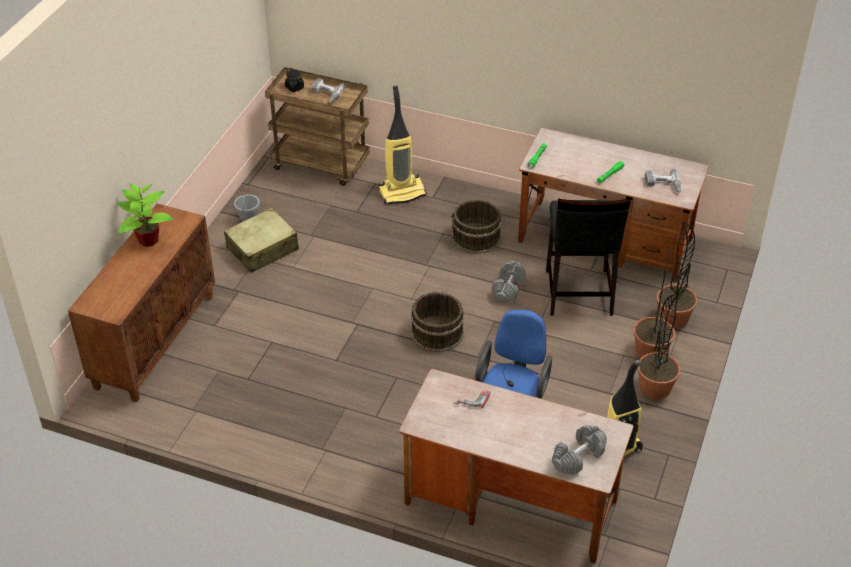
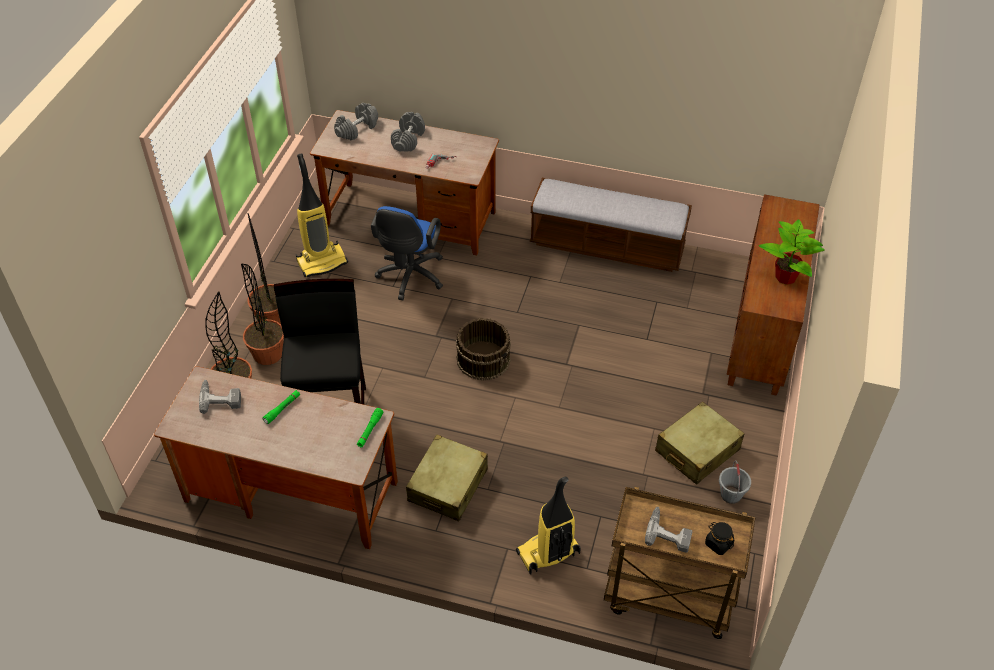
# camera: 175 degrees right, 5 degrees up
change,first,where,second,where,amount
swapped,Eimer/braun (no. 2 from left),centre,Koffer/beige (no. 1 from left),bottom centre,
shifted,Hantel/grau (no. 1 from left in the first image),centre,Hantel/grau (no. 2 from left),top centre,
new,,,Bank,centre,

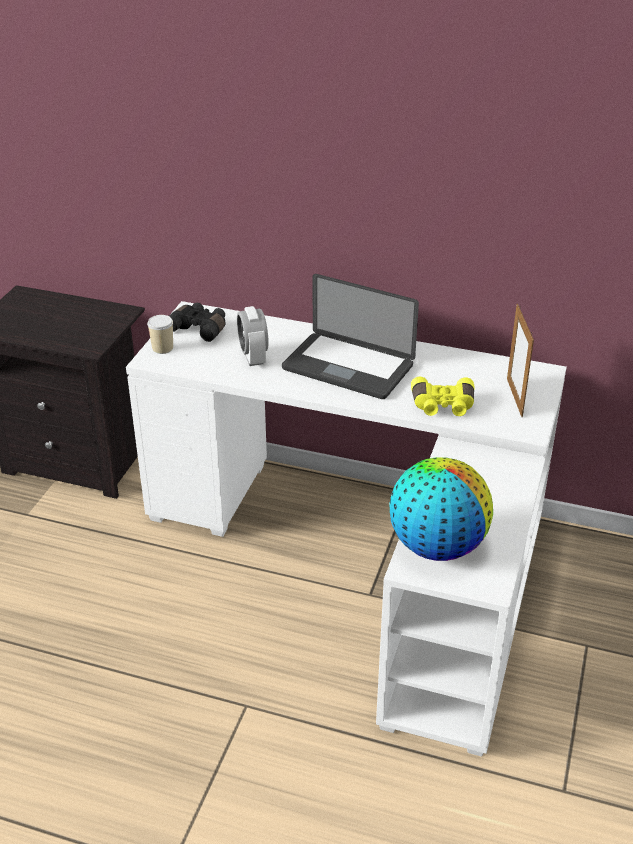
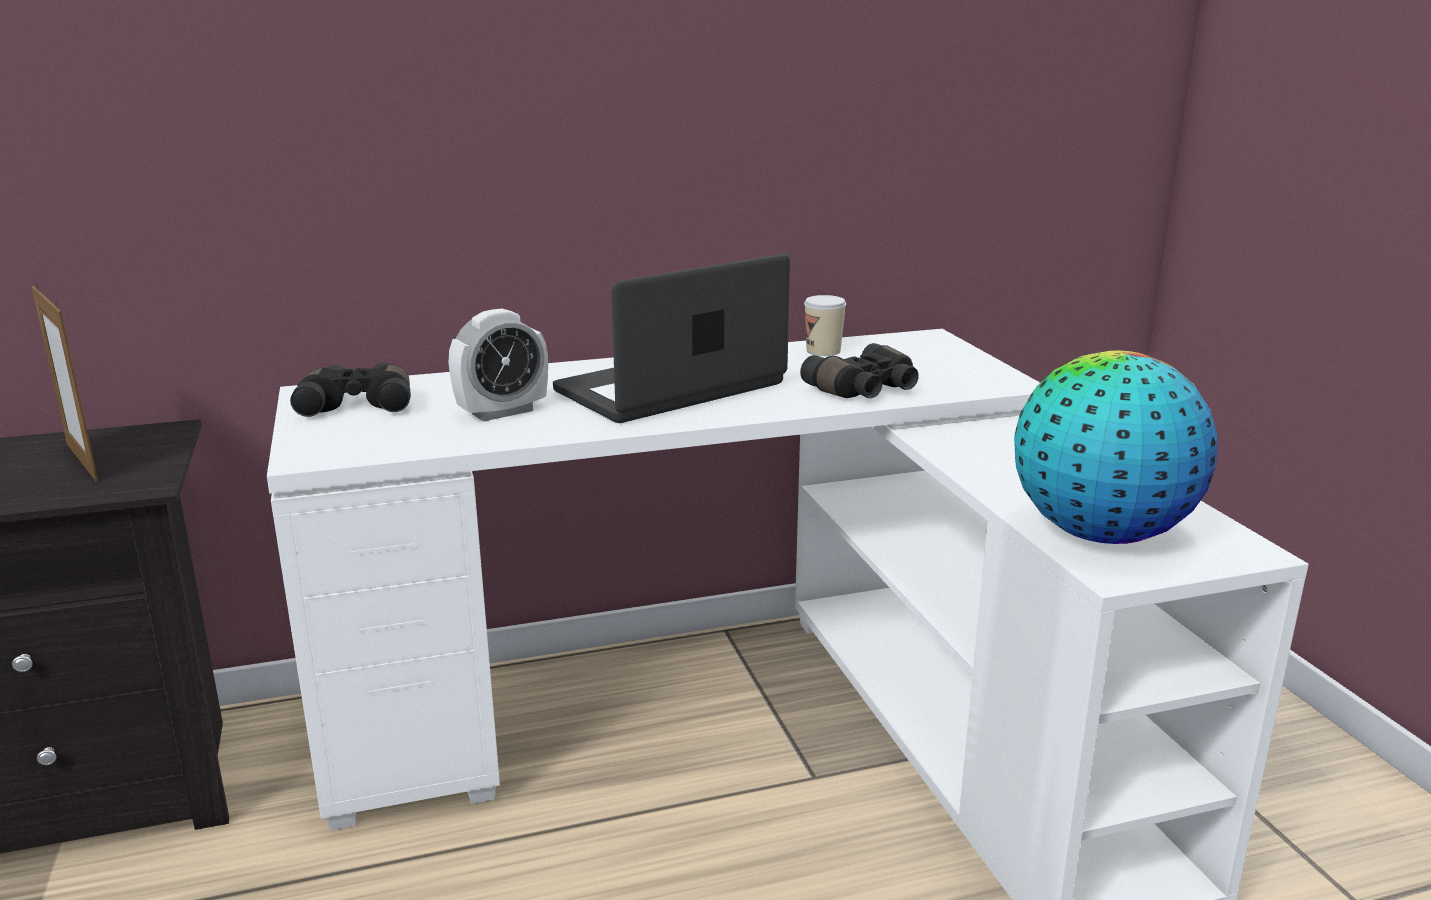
# camera: 35 degrees left, 15 degrees down
change,first,where,second,where,amount
shifted,Tasse,middle left,,centre,
rotated,Wecker,centre,,centre,75 degrees counterclockwise
rotated,Laptop,centre,,centre,150 degrees clockwise
repainted,Fernglas/gelb,middle right,Fernglas/schwarz (no. 2 from left),centre,
shifted,Bilderrahmen,middle right,,middle left,

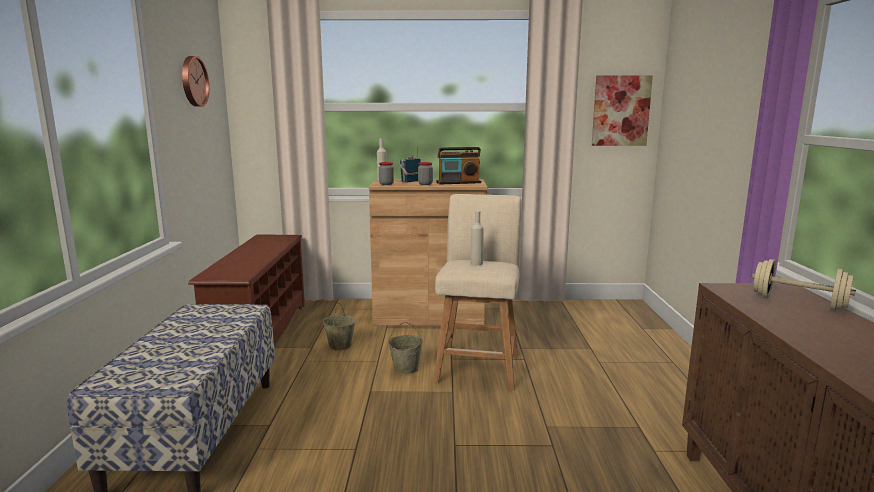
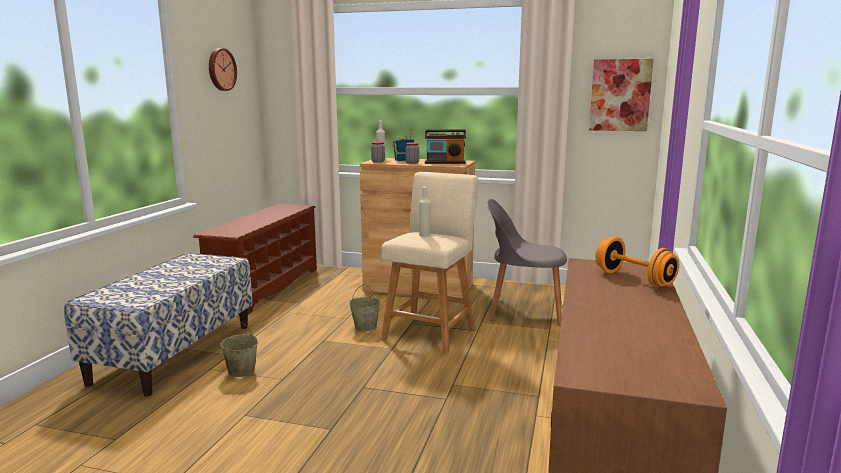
# camera: 15 degrees right, 0 degrees up
change,first,where,second,where,amount
shifted,Eimer/beige (no. 1 from left),centre,,bottom left,
repainted,Hantel/beige,middle right,Hantel/orange,middle right,
new,,,Stuhl/grau,centre,

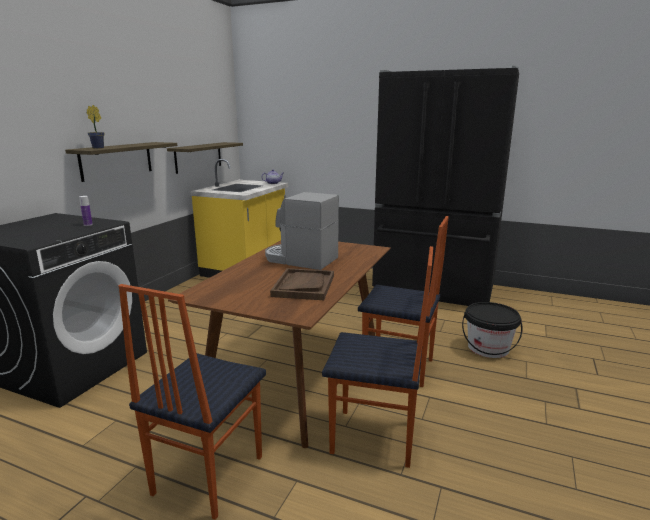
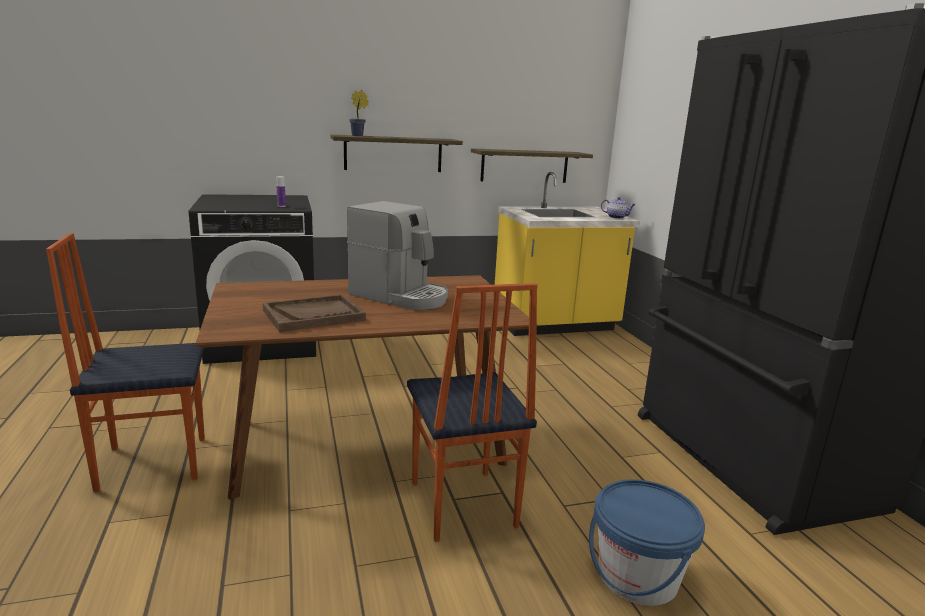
# camera: 50 degrees right, 0 degrees up
change,first,where,second,where,amount
rotated,Kaffeemaschine,centre,,centre,135 degrees clockwise
gone,Stuhl (no. 2 from left),bottom centre,,,
repainted,Eimer/schwarz,middle right,Eimer/blau,bottom right,

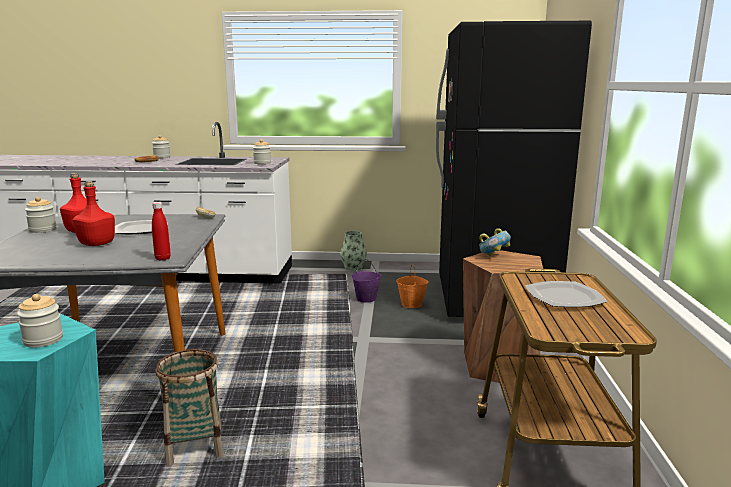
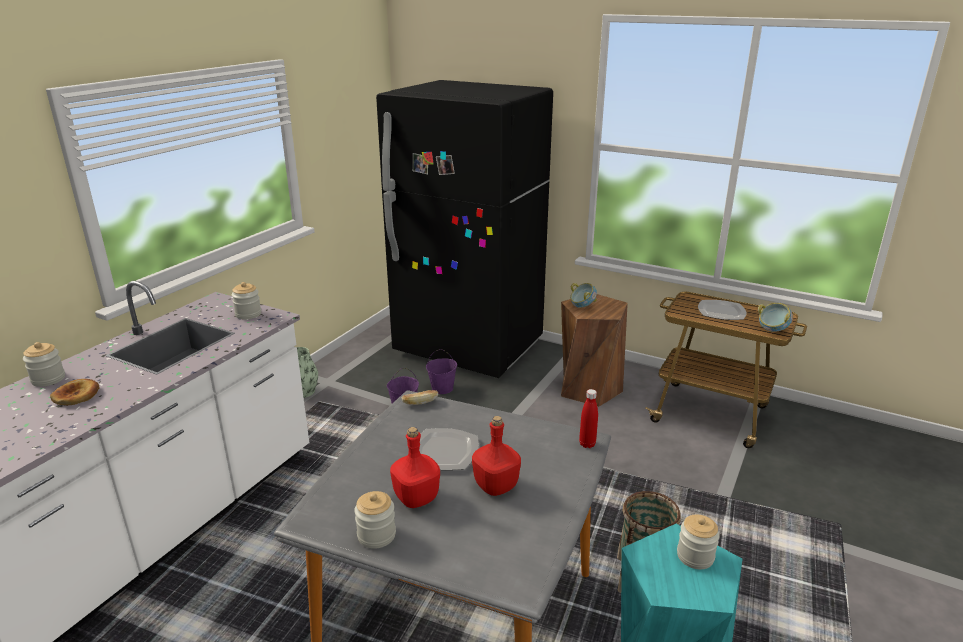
# camera: 65 degrees left, 10 degrees up
change,first,where,second,where,amount
repainted,Eimer/orange,centre,Eimer/lila (no. 2 from left),centre,
new,,,Schüssel (no. 2 from left),middle right,

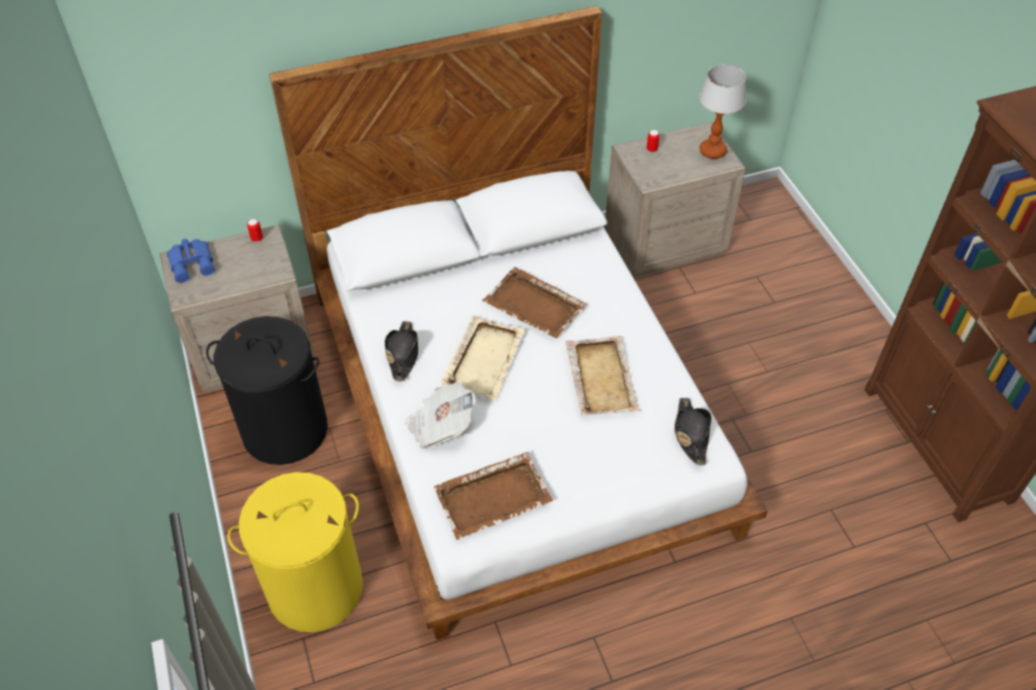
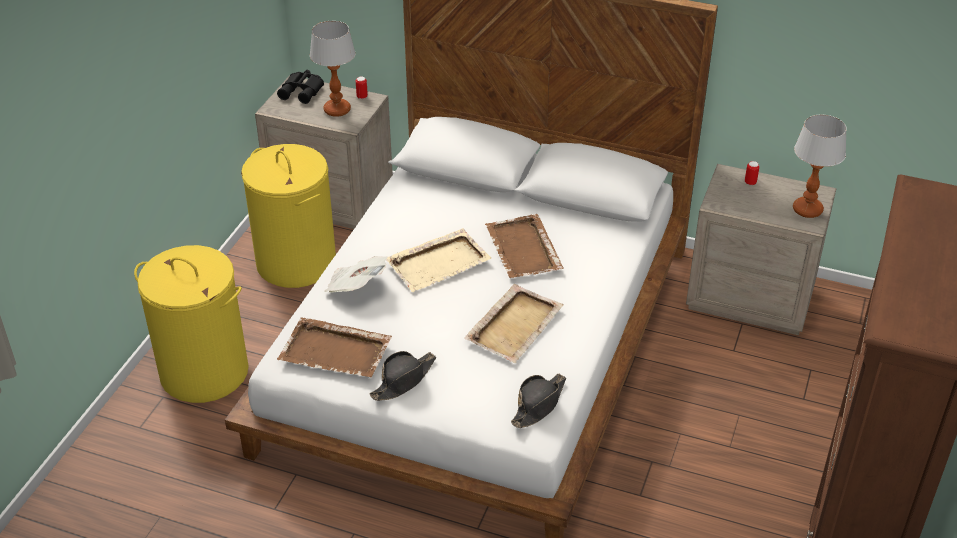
# camera: 40 degrees right, 10 degrees down
change,first,where,second,where,amount
repainted,Fernglas/blau,middle left,Fernglas/schwarz,top left,
repainted,Wäschekorb/schwarz,middle left,Wäschekorb/gelb (no. 2 from left),middle left,
shifted,Hut/schwarz (no. 1 from left),centre,,bottom centre,
new,,,Tischlampe (no. 1 from left),top centre,

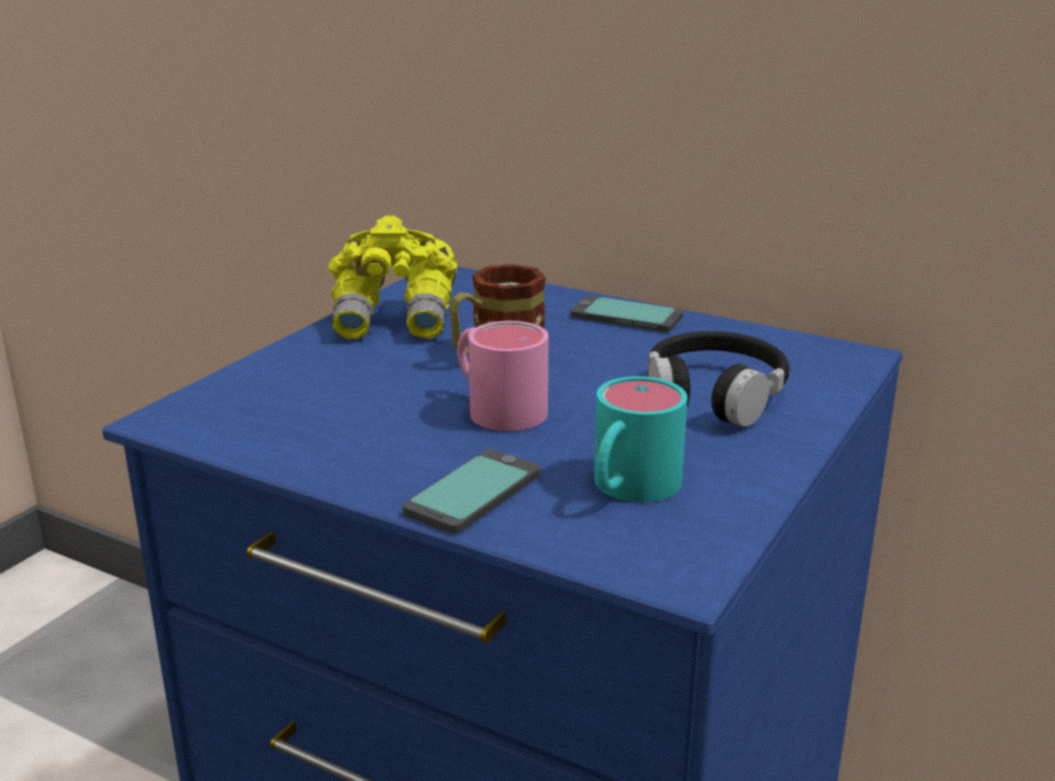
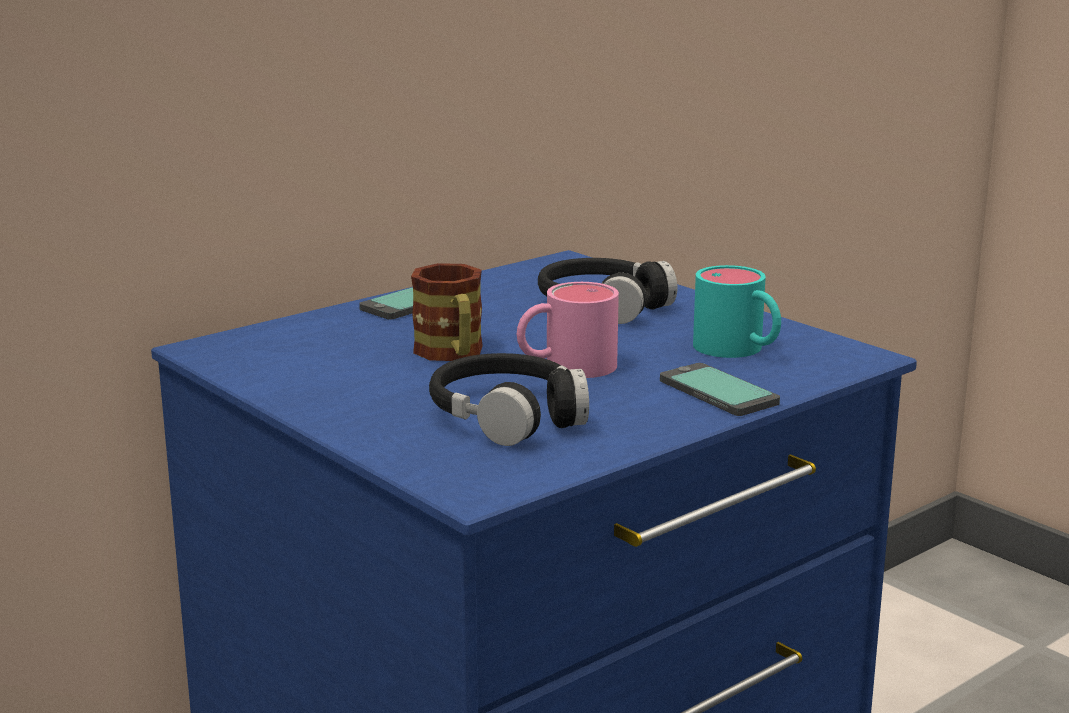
# camera: 70 degrees left, 5 degrees down
change,first,where,second,where,amount
gone,Fernglas/gelb,centre,,,
new,,,Kopfhörer/schwarz (no. 1 from left),centre,

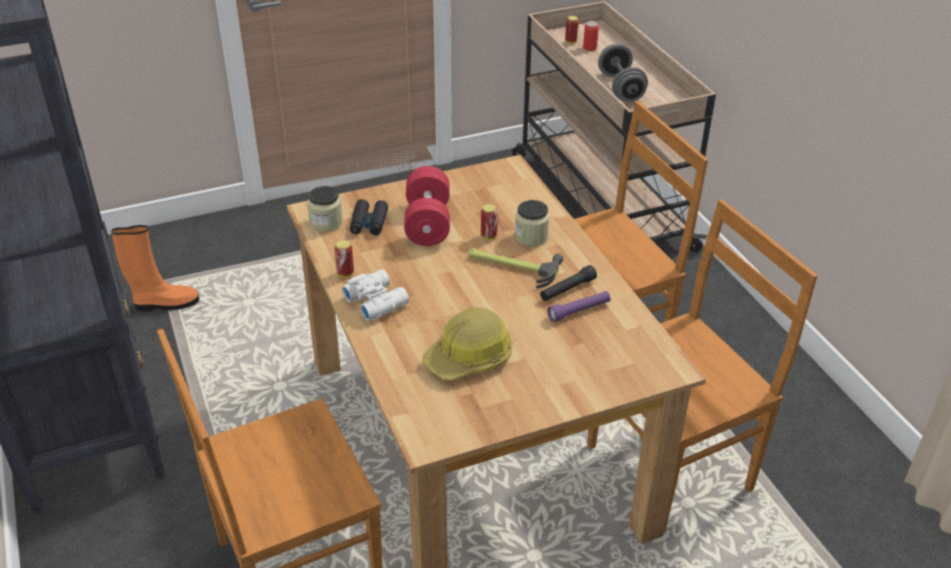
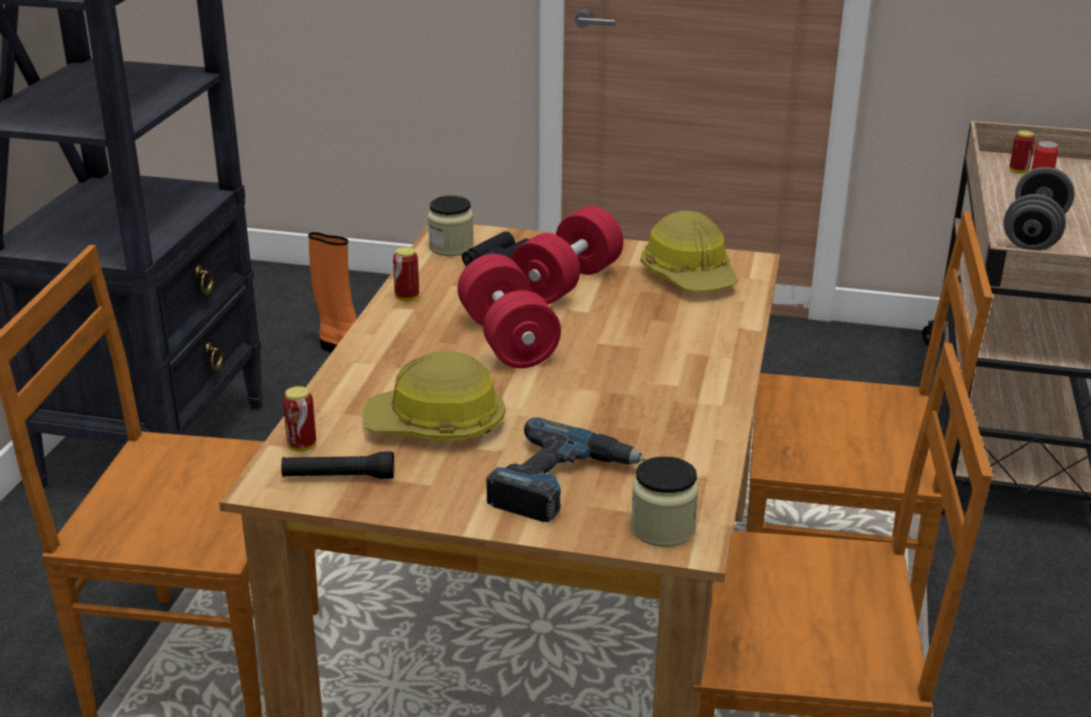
# camera: 35 degrees right, 10 degrees down
change,first,where,second,where,amount
gone,Fernglas/weiß,centre,,,
gone,Hammer,centre,,,
shifted,Dose (no. 2 from left in the first image),centre,Dose (no. 1 from left),middle left,
shifted,Vorratsglas (no. 2 from left),centre,,bottom centre,
shifted,Taschenlampe/schwarz,centre,,middle left,
gone,Taschenlampe/lila,centre,,,
new,,,Hantel/rot (no. 1 from left),centre,
new,,,Bohrmaschine,centre,
new,,,Schutzhelm (no. 2 from left),centre,

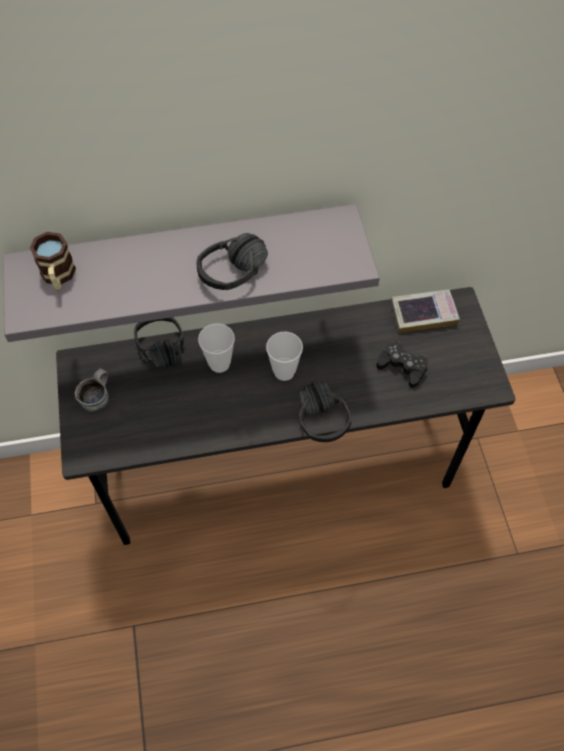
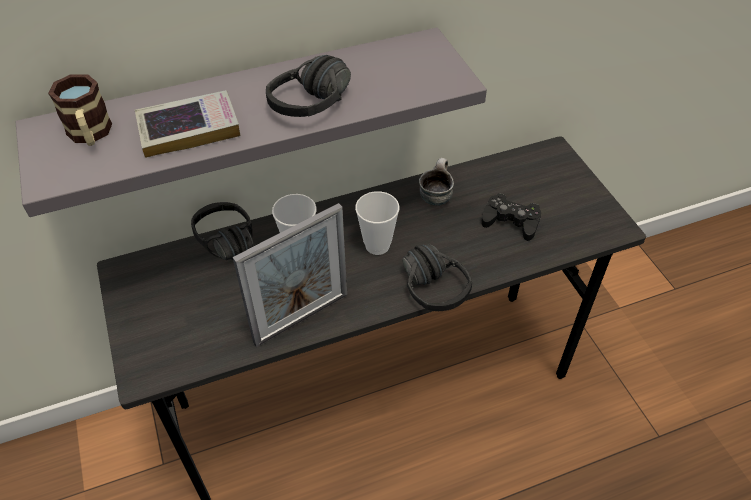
# camera: 10 degrees left, 10 degrees down
change,first,where,second,where,amount
shifted,Henkelbecher (no. 2 from left),middle left,,centre,
shifted,Buch,middle right,,top left,
new,,,Bilderrahmen,centre,

